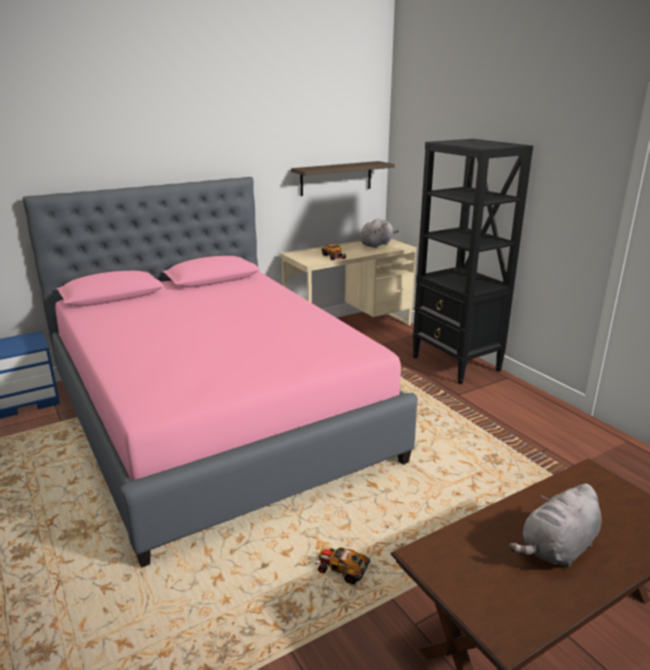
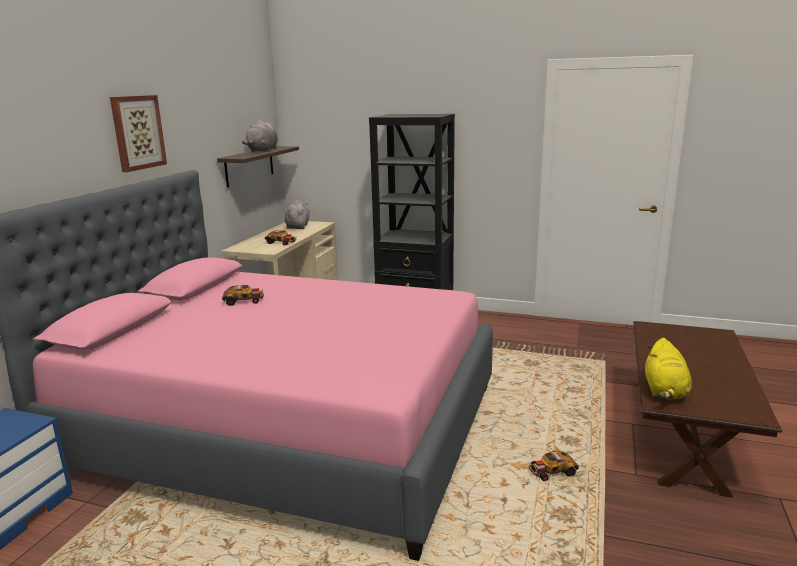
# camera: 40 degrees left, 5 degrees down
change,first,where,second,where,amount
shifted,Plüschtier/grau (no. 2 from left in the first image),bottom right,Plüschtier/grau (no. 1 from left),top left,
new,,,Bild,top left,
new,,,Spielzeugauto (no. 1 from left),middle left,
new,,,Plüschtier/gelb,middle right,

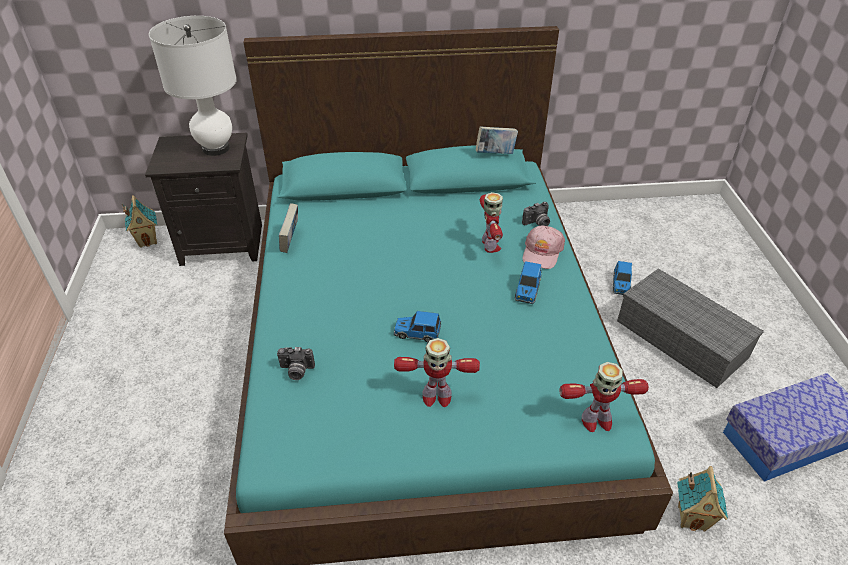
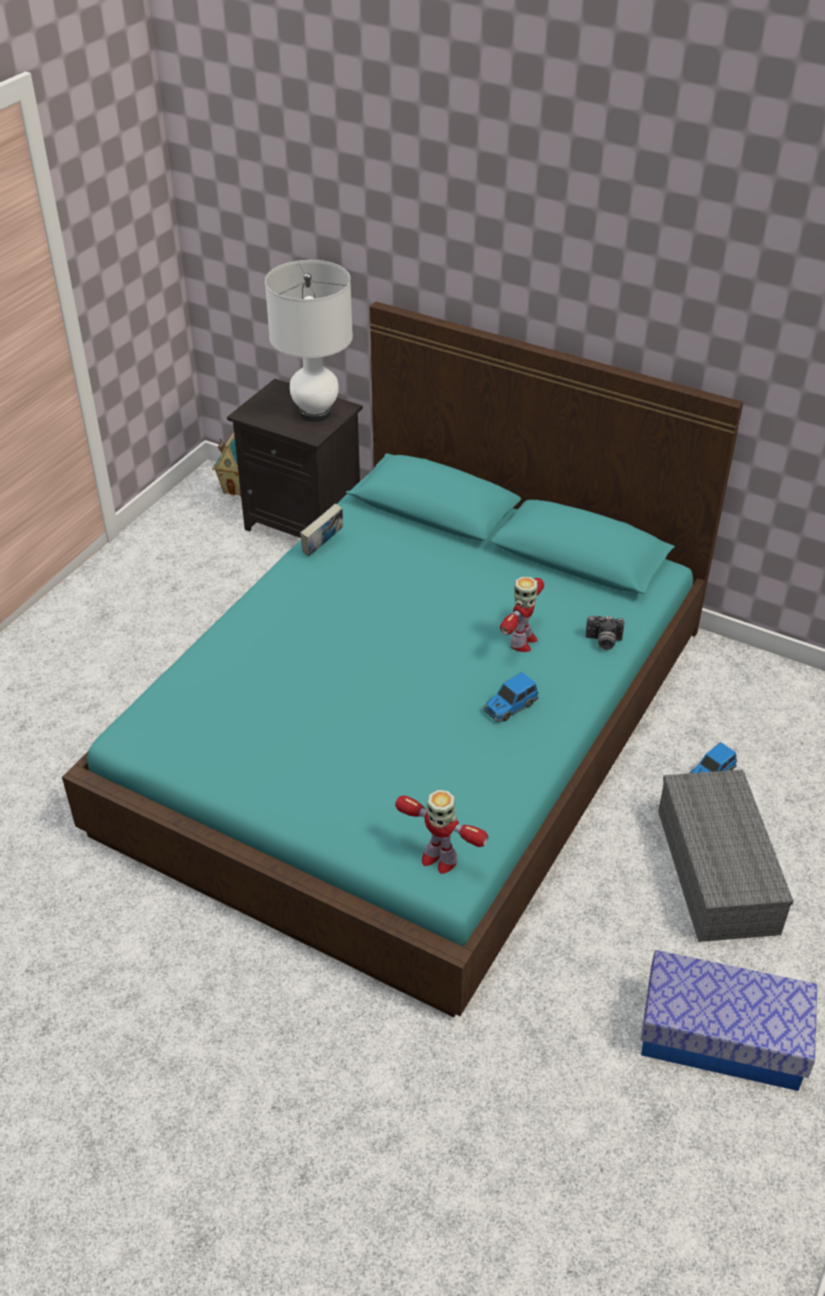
# camera: 35 degrees right, 0 degrees up
change,first,where,second,where,amount
gone,Kamera (no. 1 from left),centre,,,
gone,Spielzeugauto (no. 1 from left),centre,,,
gone,Spielzeugroboter (no. 1 from left),centre,,,
gone,Buch (no. 2 from left),top centre,,,
gone,Kappe/rosa,centre,,,
gone,Spielzeughaus (no. 2 from left),bottom right,,,

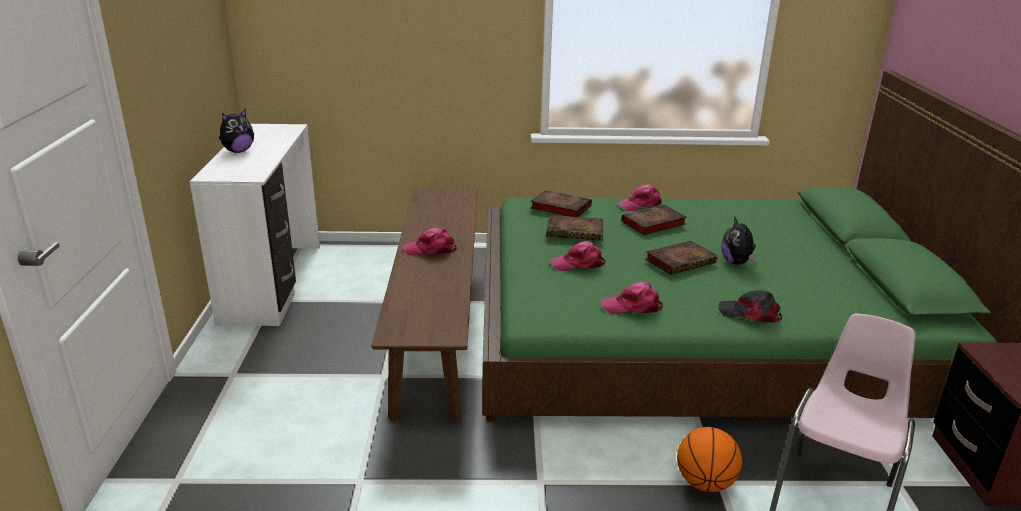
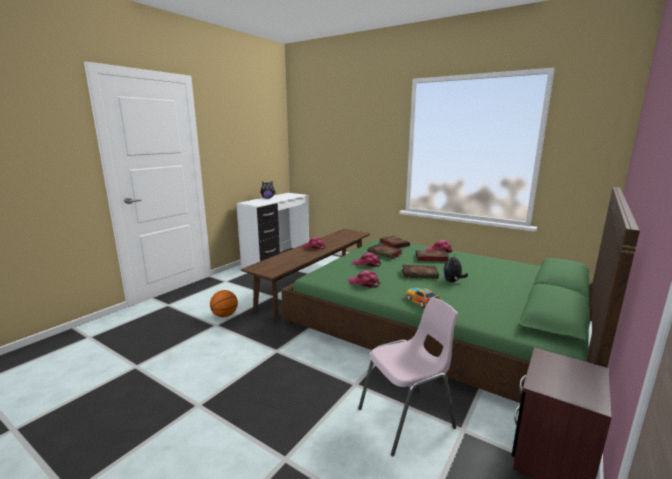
# camera: 35 degrees right, 10 degrees down
change,first,where,second,where,amount
shifted,Basketball,bottom right,,centre,
swapped,Kappe/schwarz,middle right,Spielzeugauto,centre,

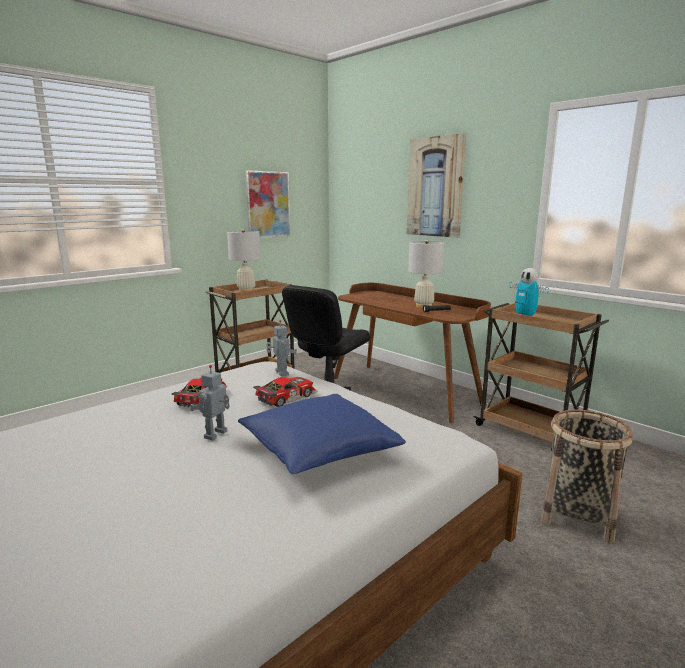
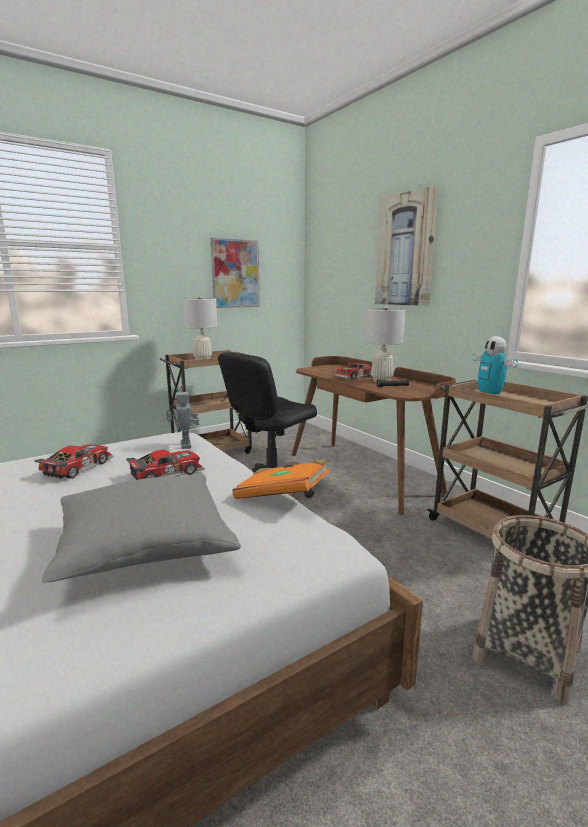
# camera: 10 degrees right, 0 degrees up
change,first,where,second,where,amount
gone,Spielzeugroboter (no. 1 from left),middle left,,,
repainted,Kissen/blau,centre,Kissen/grau,middle left,
new,,,Buch/orange,centre,
new,,,Spielzeugauto (no. 3 from left),centre,

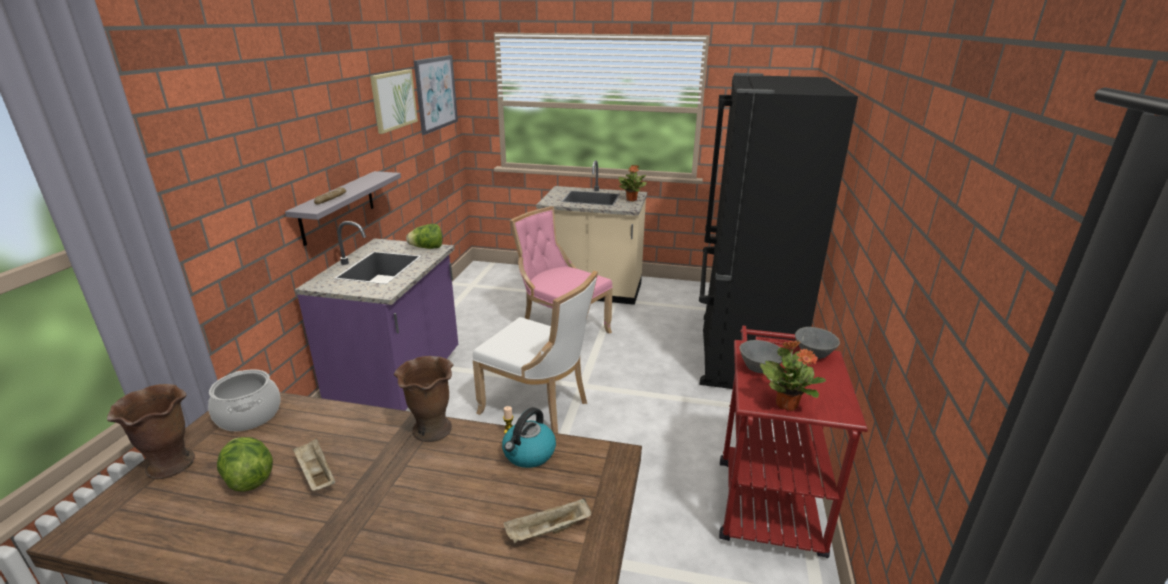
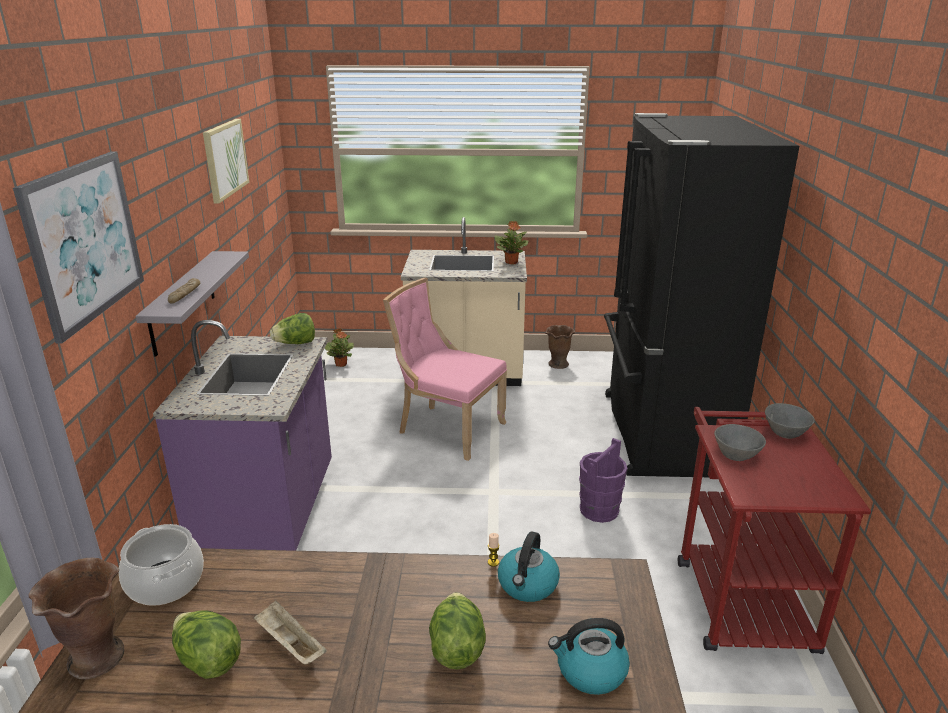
# camera: 10 degrees left, 0 degrees up
change,first,where,second,where,amount
shifted,Vase/braun (no. 2 from left),bottom centre,,centre,
shifted,Bild (no. 2 from left in the first image),top centre,Bild (no. 1 from left),middle left,
gone,Stuhl/weiß,centre,,,
swapped,Tablett/beige (no. 2 from left),bottom centre,Wasserkessel (no. 2 from left),bottom centre,
shifted,Topfpflanze (no. 2 from left in the first image),middle right,Topfpflanze (no. 1 from left),centre,
new,,,Salatkopf (no. 3 from left),bottom centre,
new,,,Eimer/lila,bottom centre,

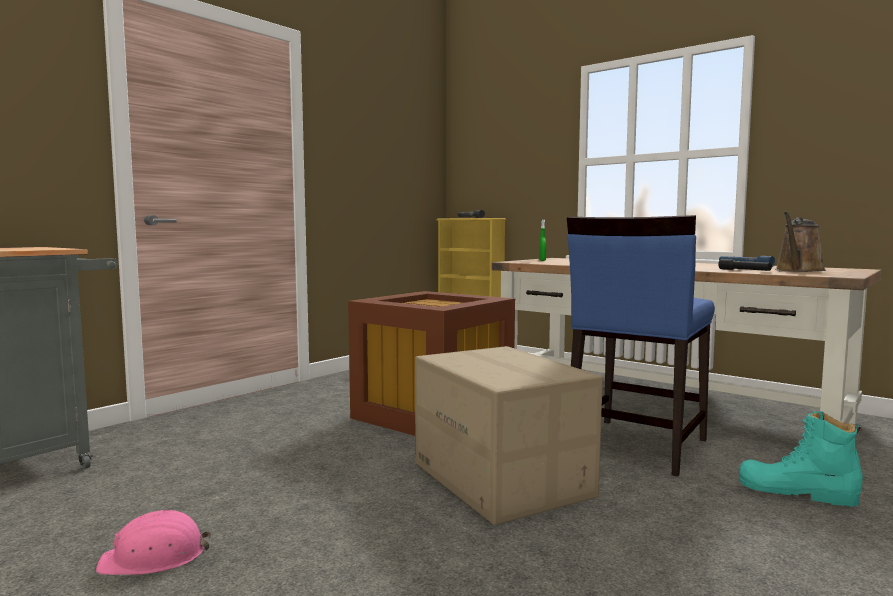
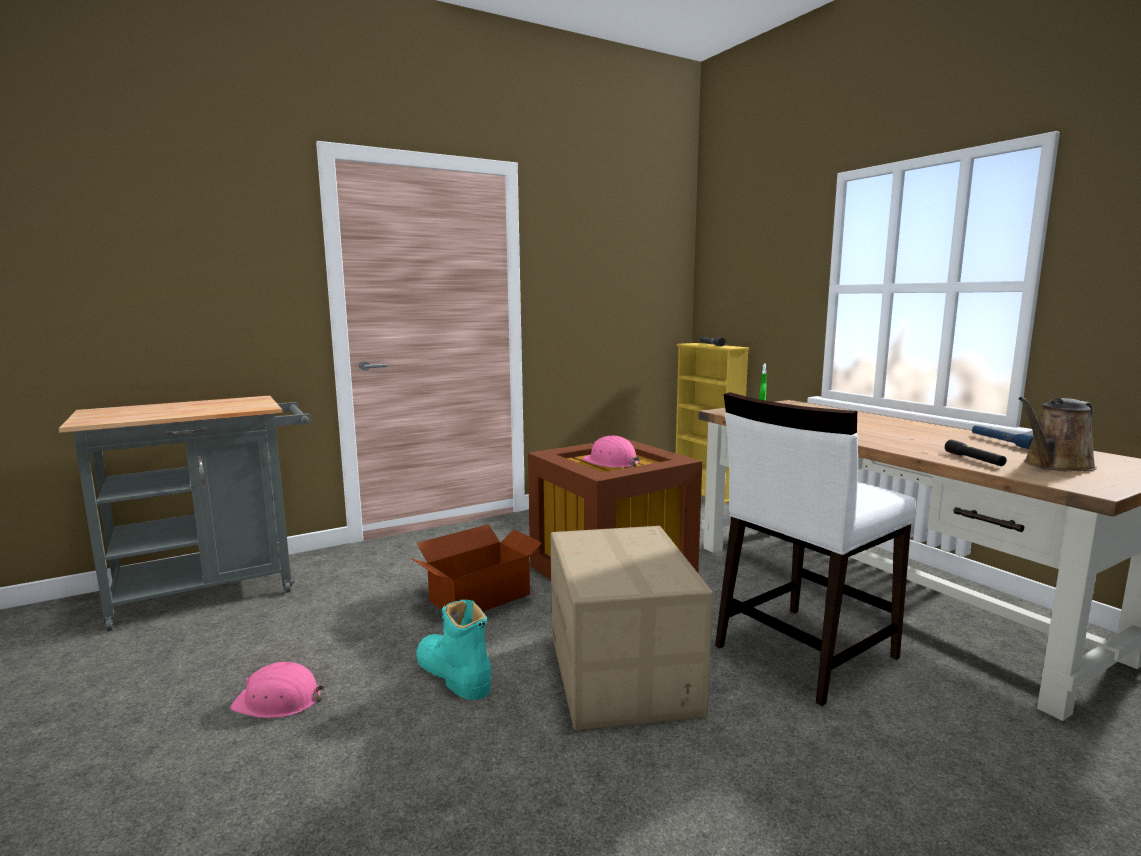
# camera: 20 degrees right, 5 degrees up
change,first,where,second,where,amount
repainted,Stuhl/blau,middle right,Stuhl/weiß,middle right,
shifted,Stiefel/türkis,bottom right,,bottom centre,
new,,,Karton (no. 1 from left),centre,
new,,,Schutzhelm/rosa (no. 2 from left),centre,

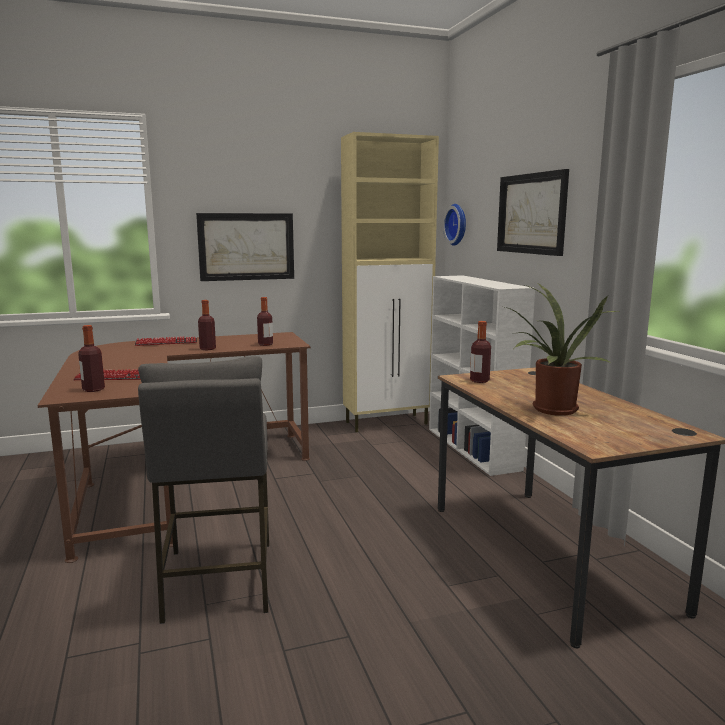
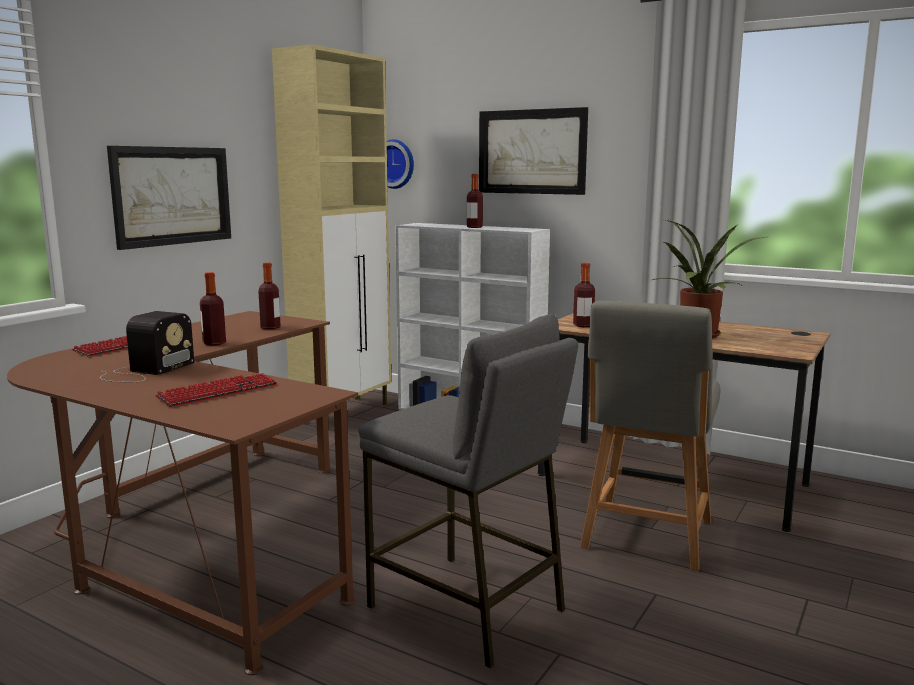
# camera: 40 degrees left, 0 degrees up
change,first,where,second,where,amount
shifted,Flasche (no. 1 from left in the first image),middle left,Flasche (no. 3 from left),top centre,
new,,,Radio,middle left,
new,,,Stuhl/grau,middle right,

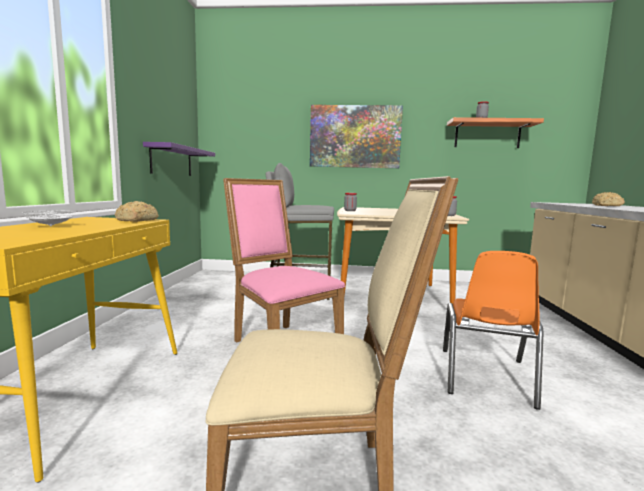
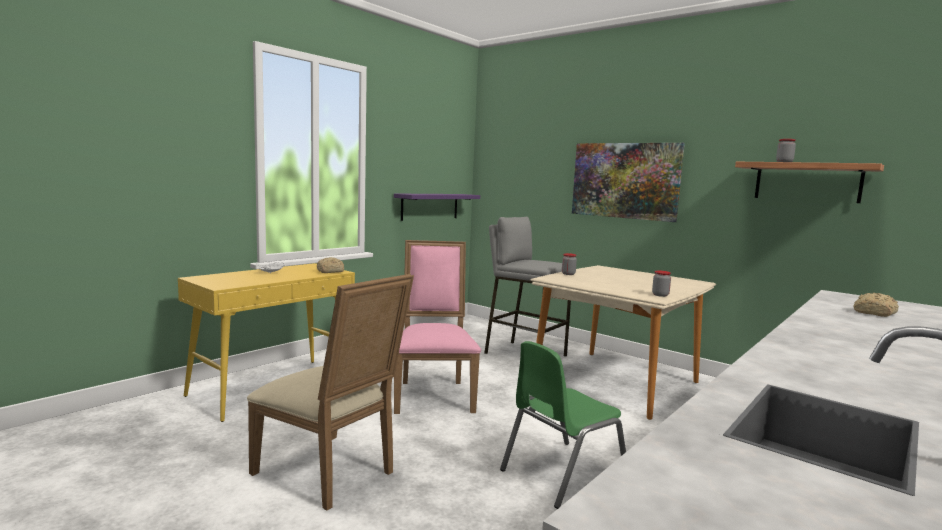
# camera: 35 degrees right, 0 degrees up
change,first,where,second,where,amount
repainted,Stuhl/orange,bottom right,Stuhl/grün,bottom centre,

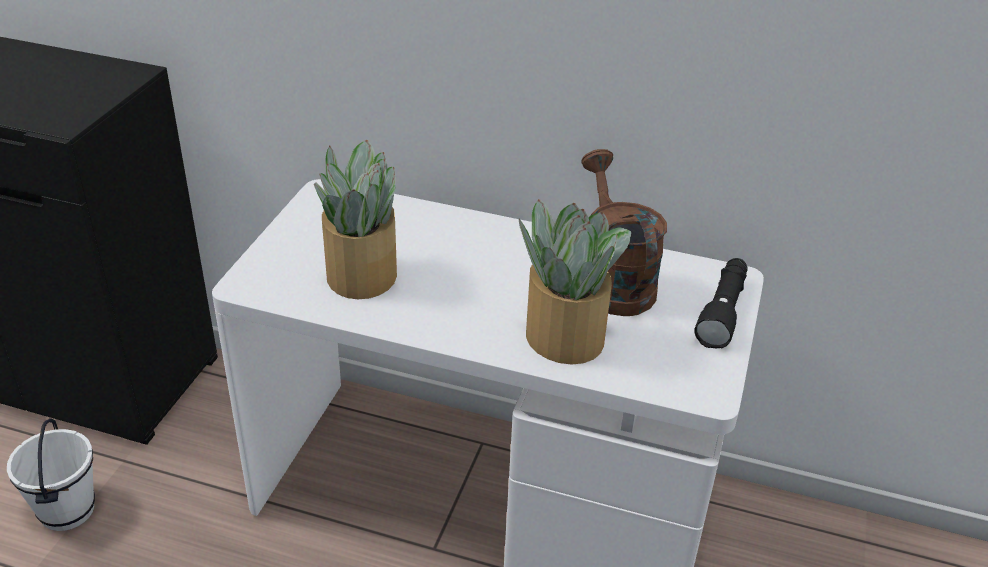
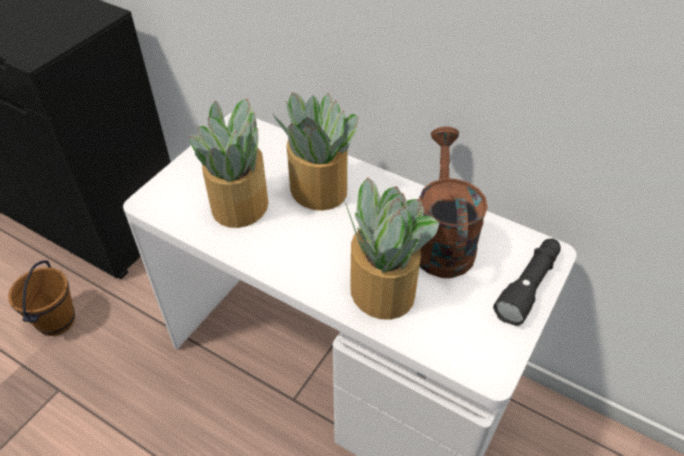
# camera: 15 degrees right, 10 degrees up
change,first,where,second,where,amount
repainted,Eimer/weiß,bottom left,Eimer/braun,middle left,
new,,,Topfpflanze (no. 2 from left),top centre,

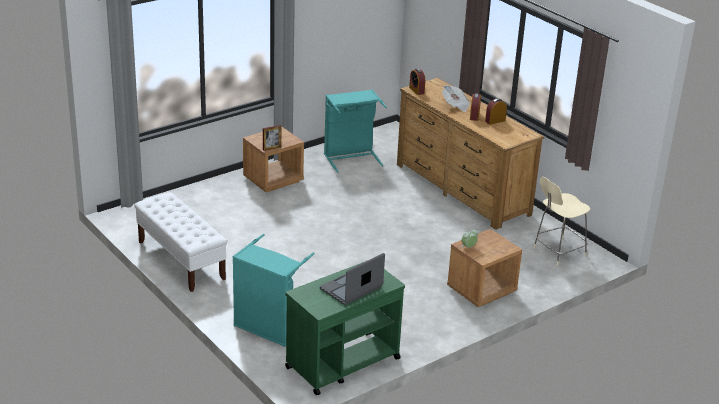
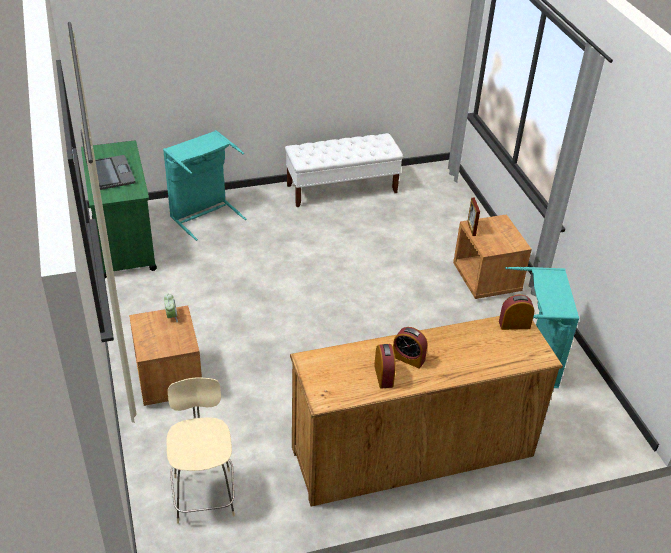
# camera: 110 degrees right, 10 degrees up
change,first,where,second,where,amount
gone,Zeitung,top centre,,,

